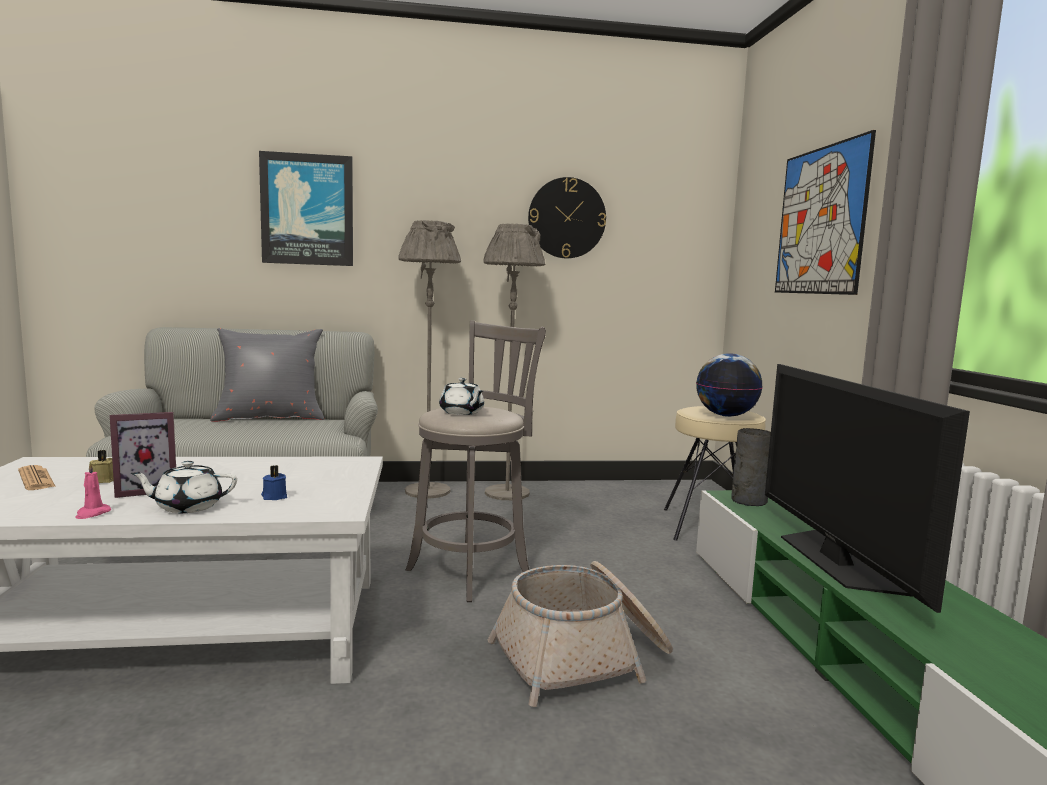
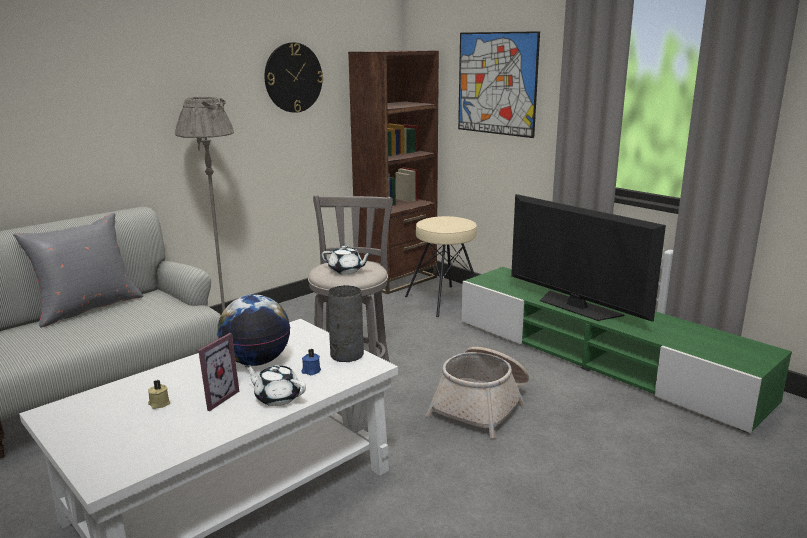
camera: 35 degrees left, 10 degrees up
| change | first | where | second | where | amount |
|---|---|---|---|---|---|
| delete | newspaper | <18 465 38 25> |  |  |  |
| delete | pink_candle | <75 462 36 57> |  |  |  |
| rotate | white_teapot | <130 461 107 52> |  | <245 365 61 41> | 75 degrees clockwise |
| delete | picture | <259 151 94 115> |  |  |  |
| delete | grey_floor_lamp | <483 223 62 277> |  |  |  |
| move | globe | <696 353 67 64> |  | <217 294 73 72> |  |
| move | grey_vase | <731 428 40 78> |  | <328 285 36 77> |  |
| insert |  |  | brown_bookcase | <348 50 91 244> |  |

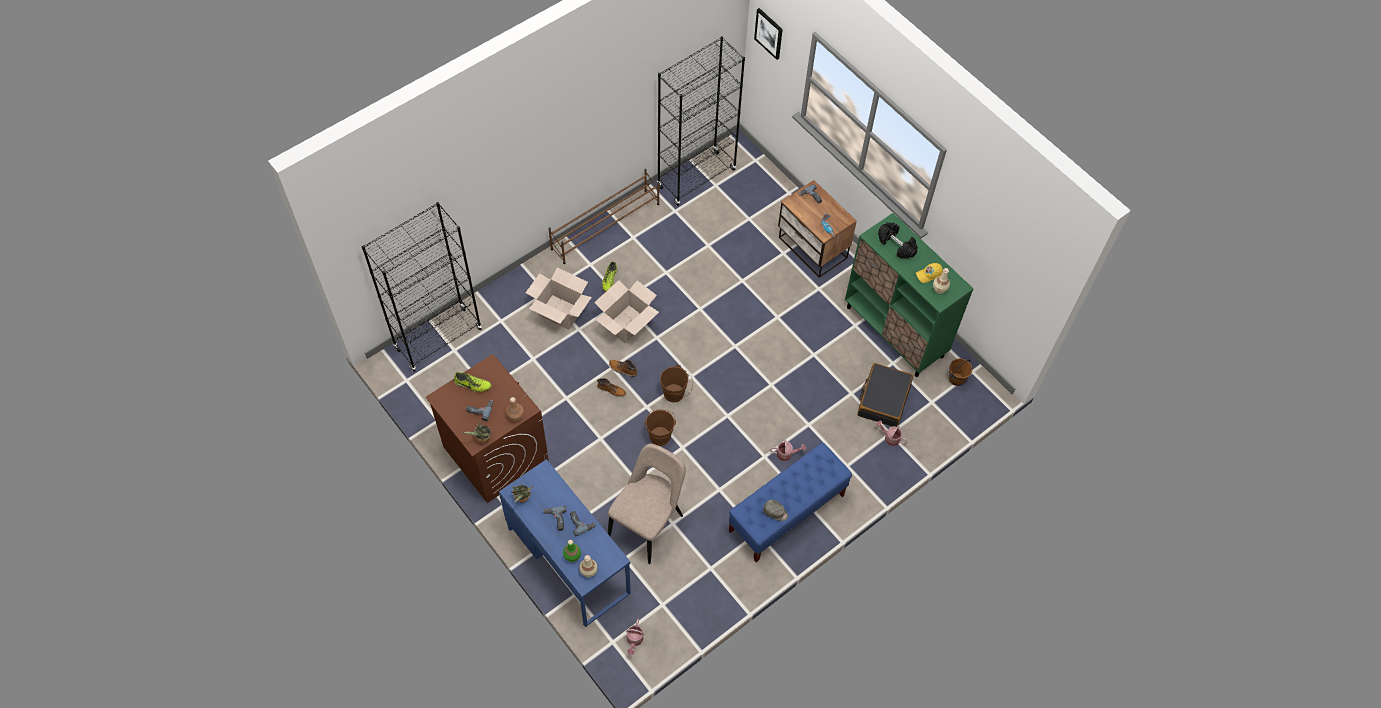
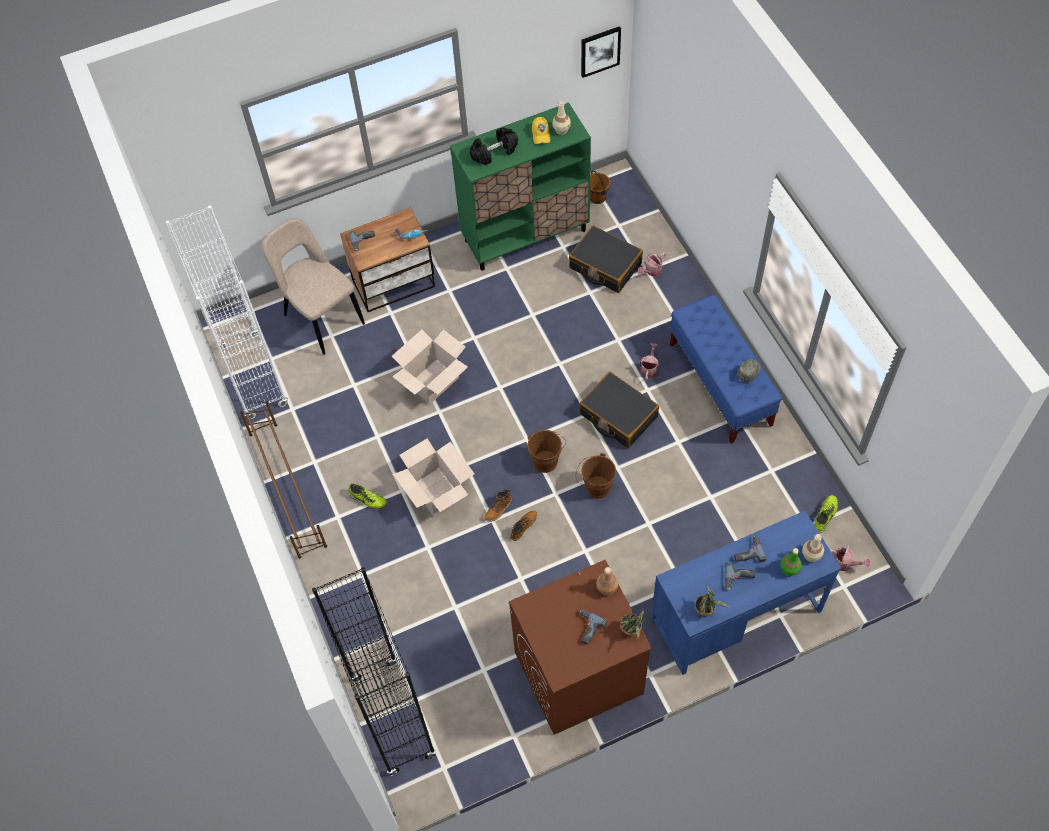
camera: 70 degrees left, 0 degrees up
| change | first | where | second | where | amount |
|---|---|---|---|---|---|
| move | shoe | <454 372 38 20> |  | <814 495 24 38> |  |
| move | cardboard_box | <526 267 66 63> |  | <392 329 76 75> |  |
| move | beige_chair | <608 444 78 120> |  | <261 218 104 137> |  |
| recolor | black_bookcase | <657 36 88 170> | white_bookcase | <166 205 122 214> |  |
| move | picture | <754 8 29 52> |  | <581 26 40 52> |  |
| insert |  |  | black_suitcase | <579 372 80 76> |  |

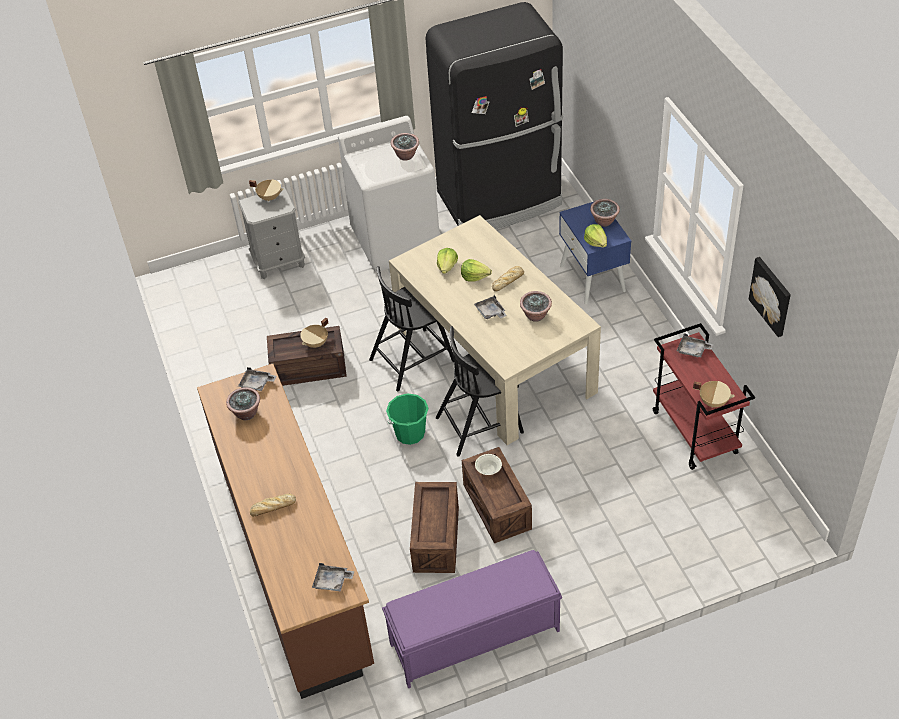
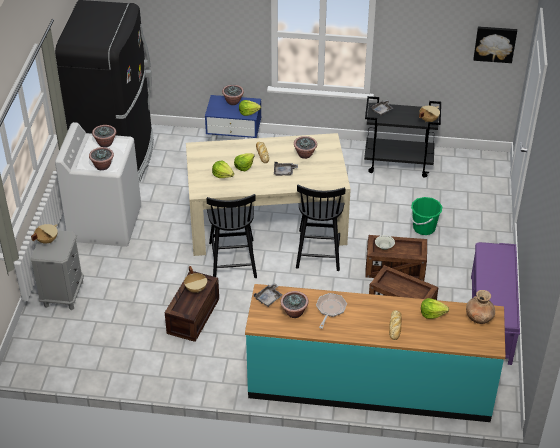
camera: 65 degrees left, 5 degrees down
| change | first | where | second | where | amount |
|---|---|---|---|---|---|
| recolor | brown_counter | <197 364 177 335> | turquoise_counter | <245 284 261 138> |  |
| replace | grey_tray | <312 563 42 29> | brown_vase | <466 290 29 34> |  |
| move | green_bucket | <386 393 43 52> |  | <410 197 32 38> |  |
| recolor | red_cart | <653 323 102 147> | black_cart | <364 96 77 82> |  |
| move | picture | <748 257 43 80> |  | <473 27 44 36> |  |
| insert |  |  | potted_plant | <89 147 25 23> |  |
| insert |  |  | frying_pan | <316 293 31 36> |  |
| insert |  |  | lettuce | <421 298 28 21> |  |

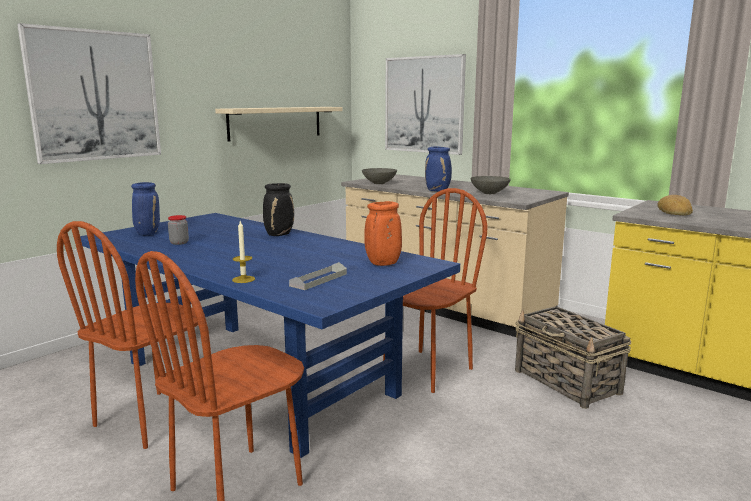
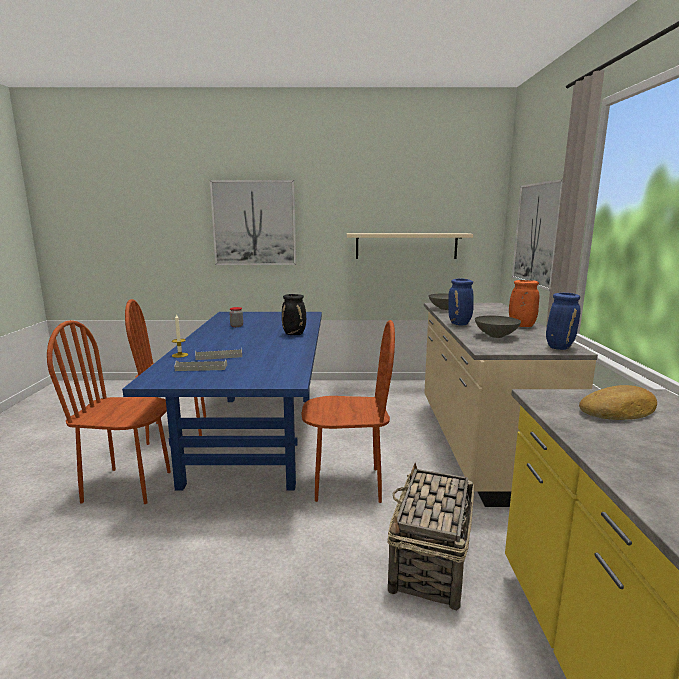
camera: 50 degrees right, 0 degrees up
| change | first | where | second | where | amount |
|---|---|---|---|---|---|
| move | blue_vase | <131 182 29 53> |  | <546 293 35 57> |  |
| move | orange_vase | <364 201 38 65> |  | <509 280 30 47> |  |
| insert |  |  | grey_tray | <195 348 47 12> |  |

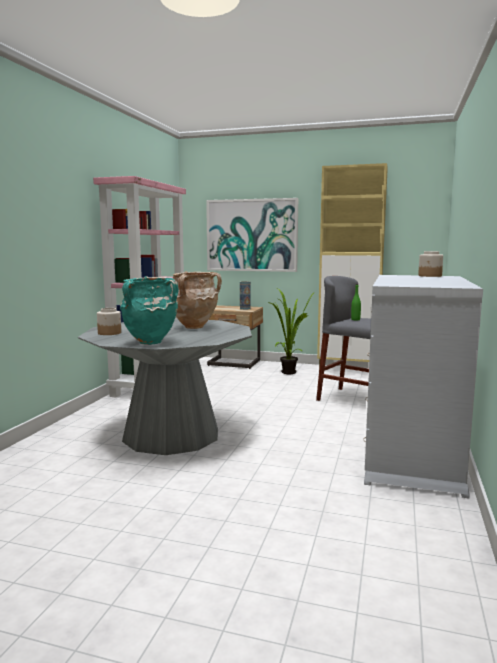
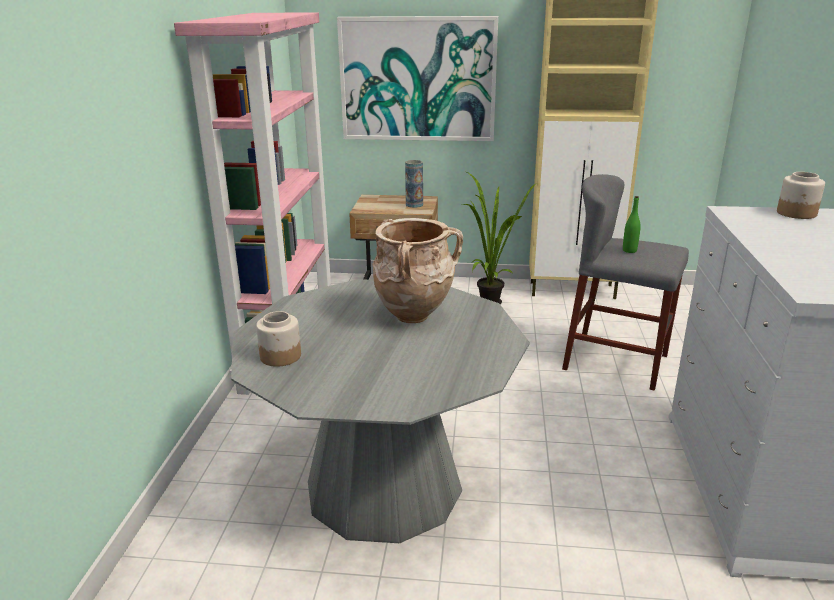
camera: 10 degrees left, 15 degrees up
| change | first | where | second | where | amount |
|---|---|---|---|---|---|
| delete | turquoise_vase | <120 276 59 69> |  |  |  |

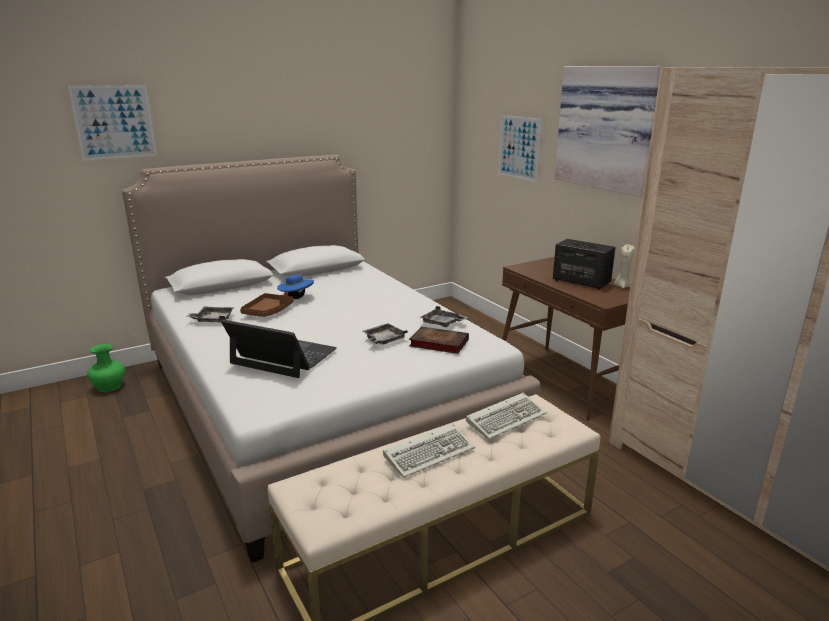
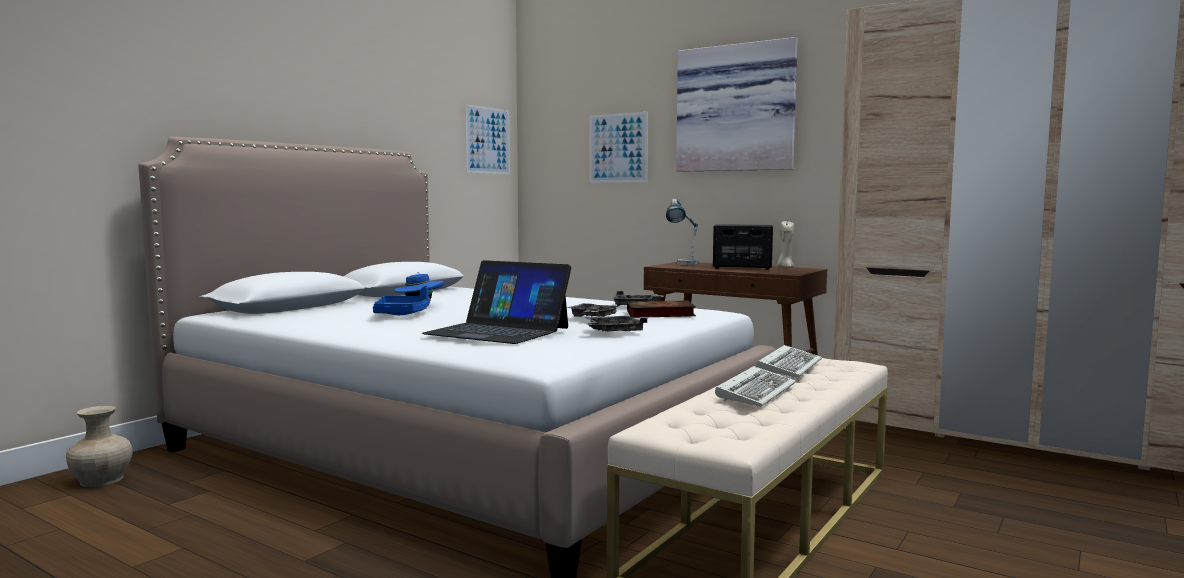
camera: 25 degrees left, 15 degrees down
| change | first | where | second | where | amount |
|---|---|---|---|---|---|
| move | picture | <68 85 89 76> |  | <465 104 45 70> |  |
| recolor | green_vase | <87 344 38 48> | beige_vase | <66 406 67 81> |  |
| move | grey_tray | <186 307 47 15> |  | <583 316 64 16> |  |
| rotate | laptop | <221 320 116 58> |  | <422 260 149 84> | 150 degrees counterclockwise |
| recolor | brown_tray | <240 292 54 25> | blue_tray | <373 286 57 29> |  |
| insert |  |  | table_lamp | <666 199 33 66> |  |

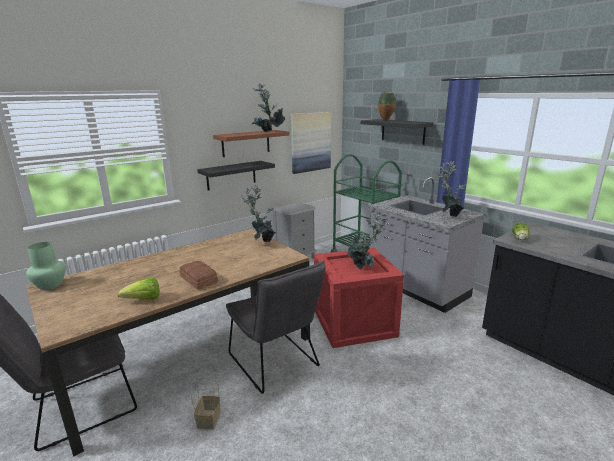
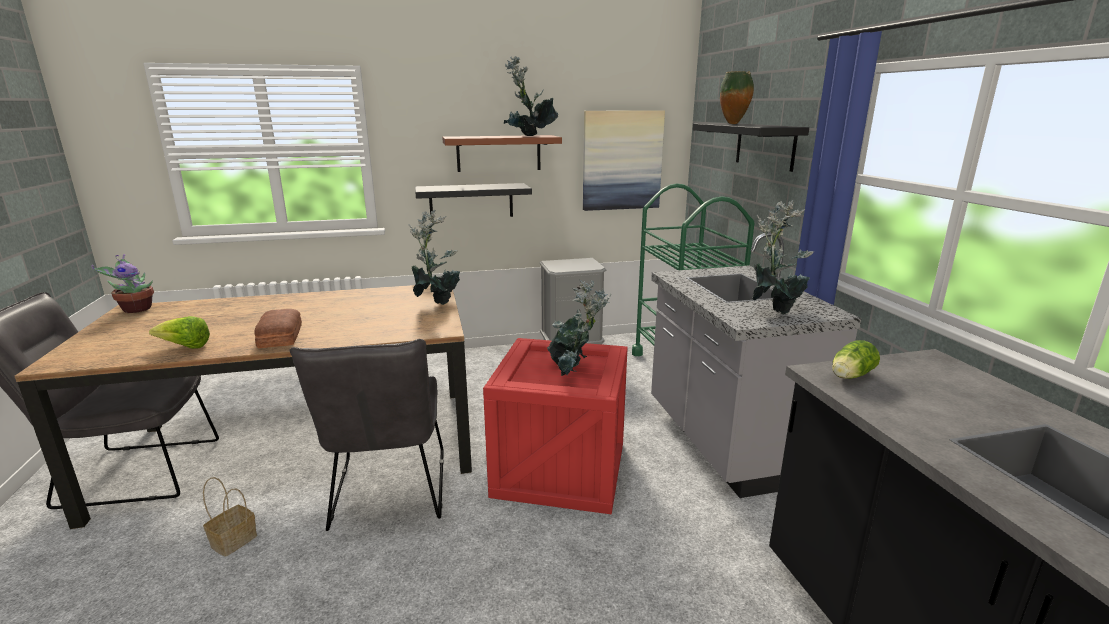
camera: 25 degrees right, 0 degrees up
| change | first | where | second | where | amount |
|---|---|---|---|---|---|
| replace | green_vase | <26 242 40 48> | potted_plant | <91 254 63 59> |  |

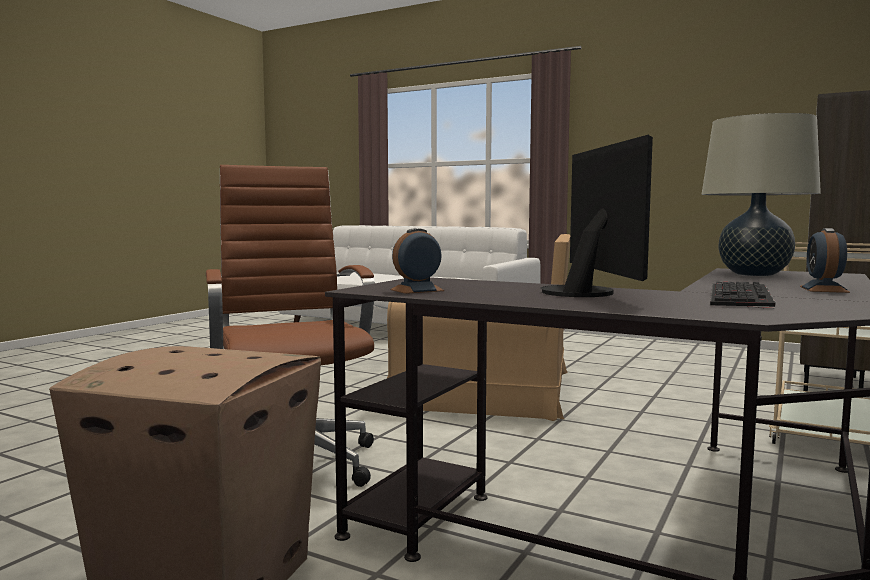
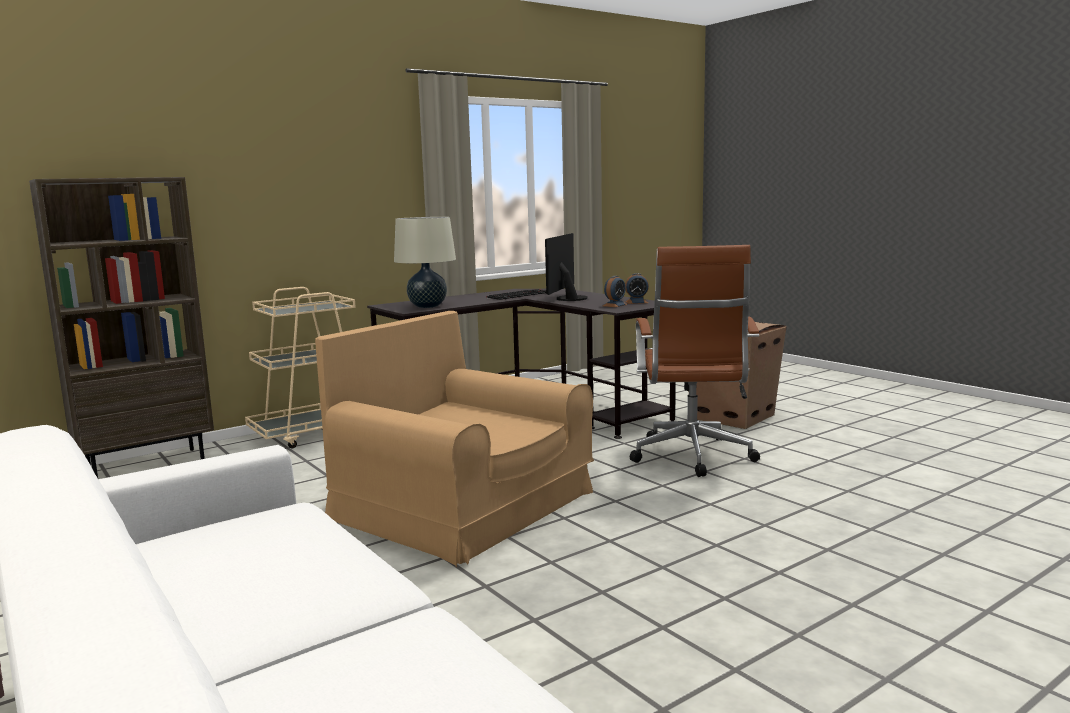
camera: 155 degrees left, 5 degrees up
| change | first | where | second | where | amount |
|---|---|---|---|---|---|
| move | alarm_clock | <800 228 50 65> |  | <603 276 25 31> |  |

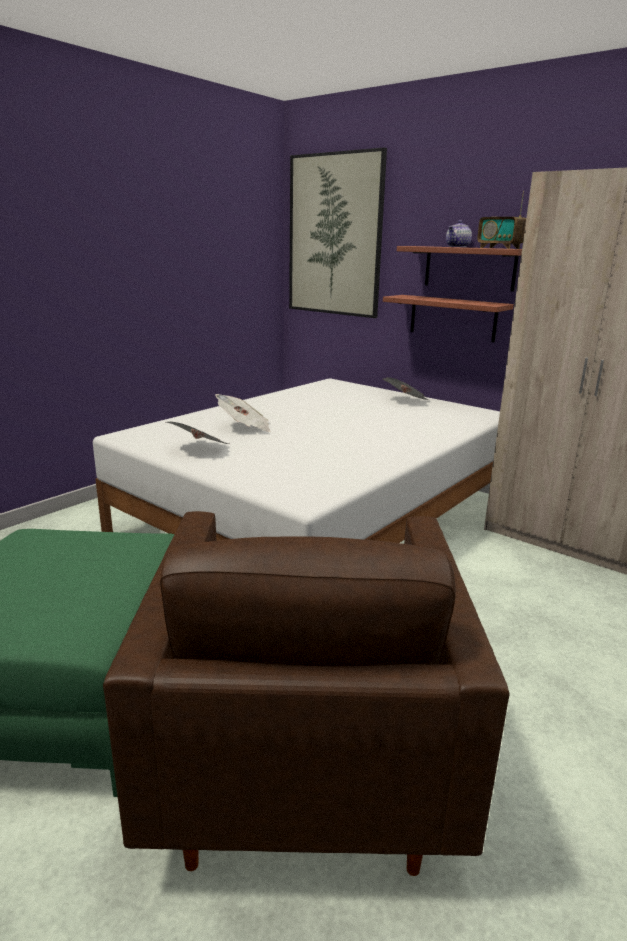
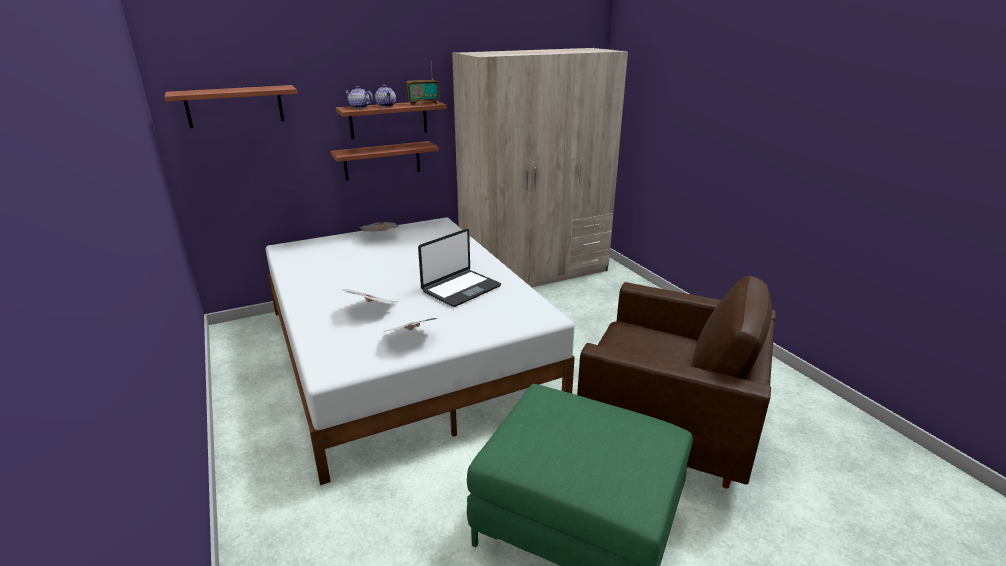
camera: 65 degrees left, 5 degrees up
| change | first | where | second | where | amount |
|---|---|---|---|---|---|
| replace | picture | <289 148 98 170> | shelf | <164 85 133 43> |  |
| insert |  |  | teapot | <345 86 28 23> |  |
| insert |  |  | laptop | <418 229 83 78> |  |

